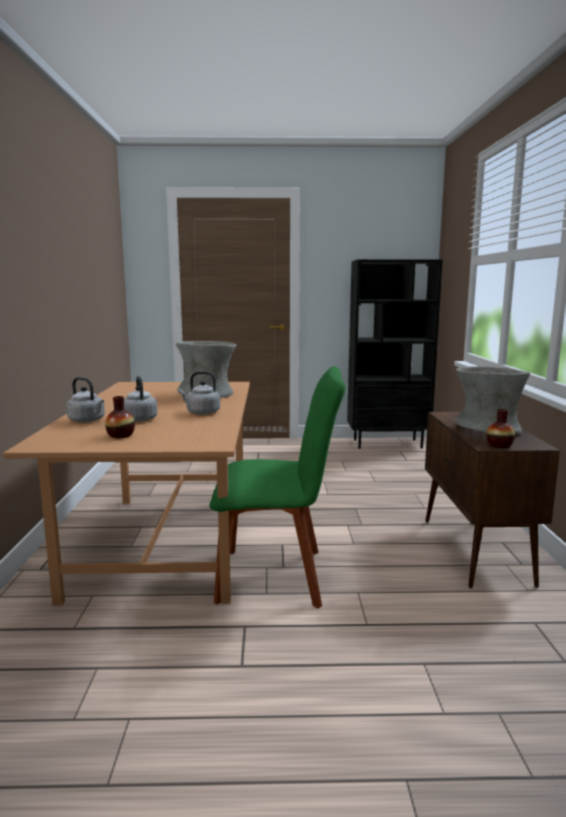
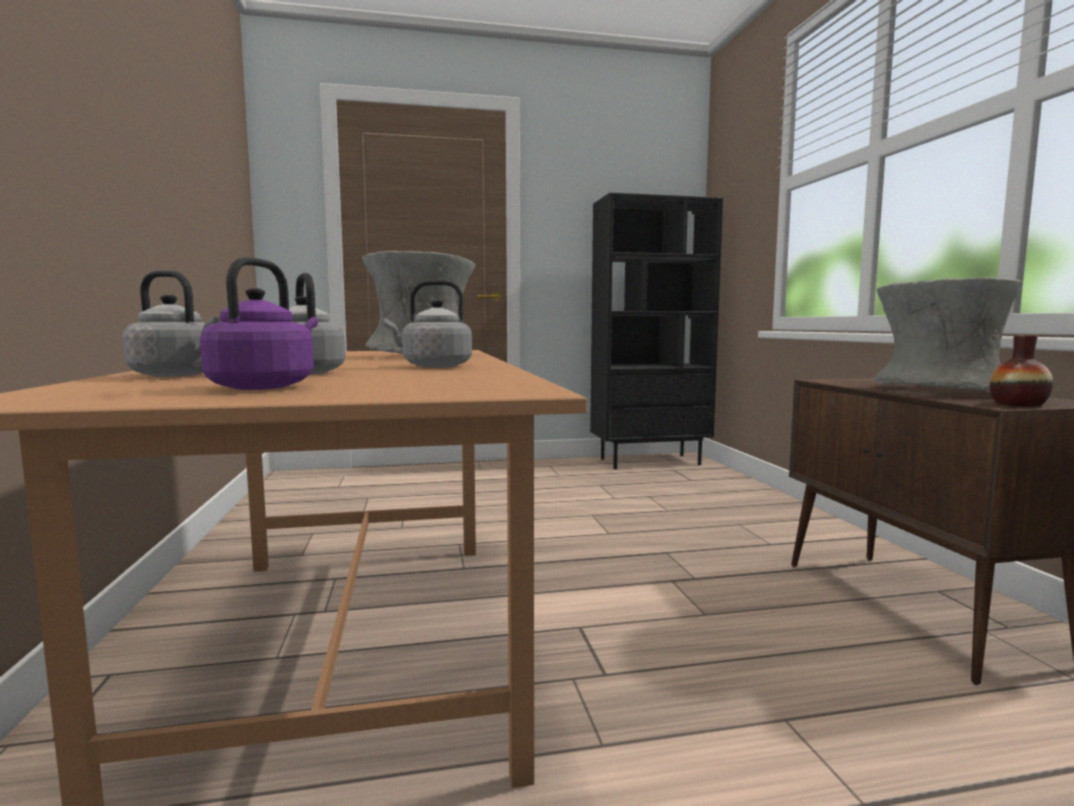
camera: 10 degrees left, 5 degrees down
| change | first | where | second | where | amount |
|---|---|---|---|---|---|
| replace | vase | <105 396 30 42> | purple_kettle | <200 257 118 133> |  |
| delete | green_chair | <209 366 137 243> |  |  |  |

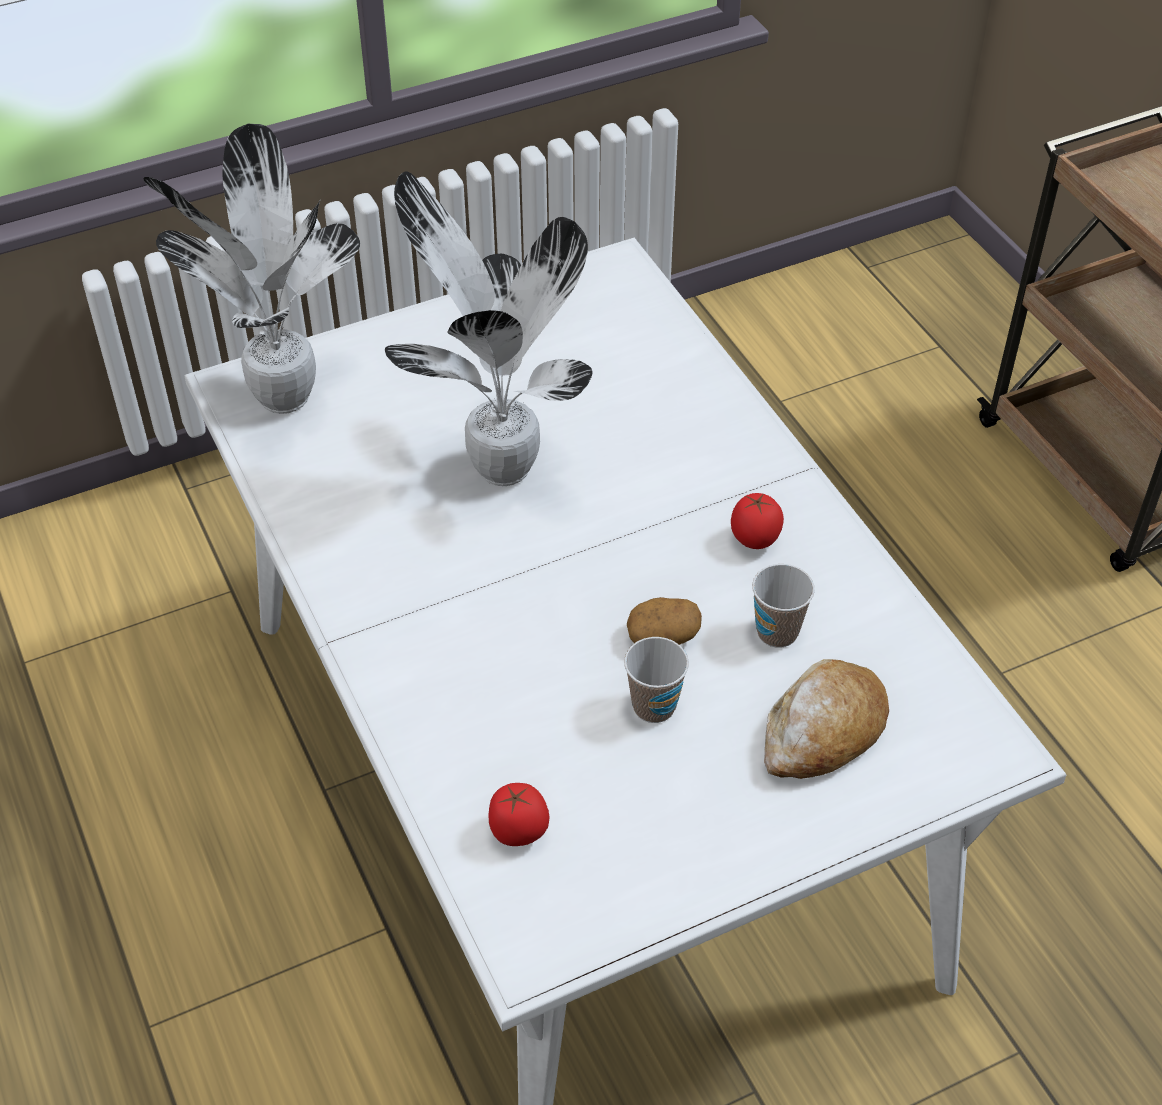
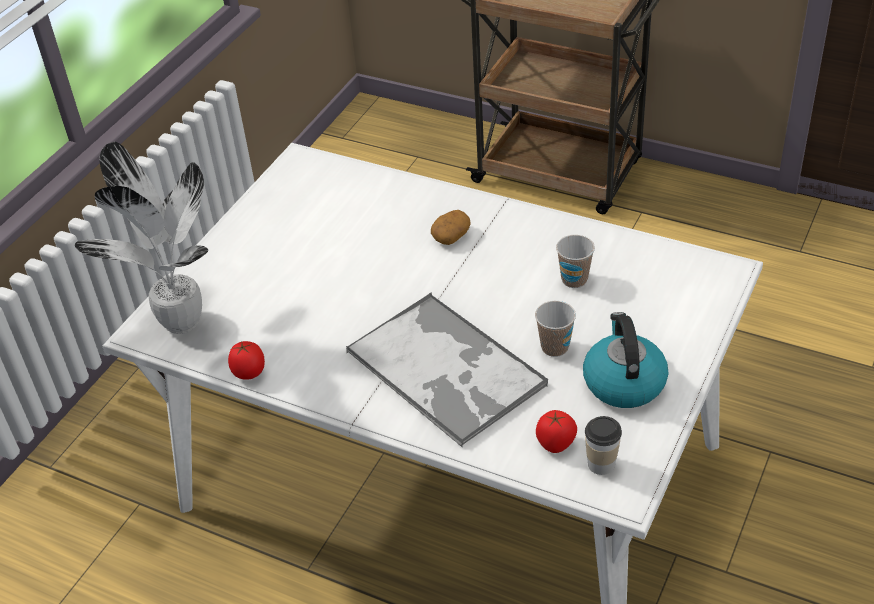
camera: 35 degrees left, 5 degrees down
| change | first | where | second | where | amount |
|---|---|---|---|---|---|
| delete | potted_plant | <385 171 208 315> |  |  |  |
| move | potato | <627 597 75 48> |  | <431 210 40 35> |  |
| move | tomato | <731 493 53 56> |  | <228 341 37 39> |  |
| delete | bread | <764 659 125 120> |  |  |  |
| insert |  |  | tray | <346 292 202 155> |  |
| insert |  |  | kettle | <583 312 85 96> |  |
| insert |  |  | cup | <585 416 37 59> |  |

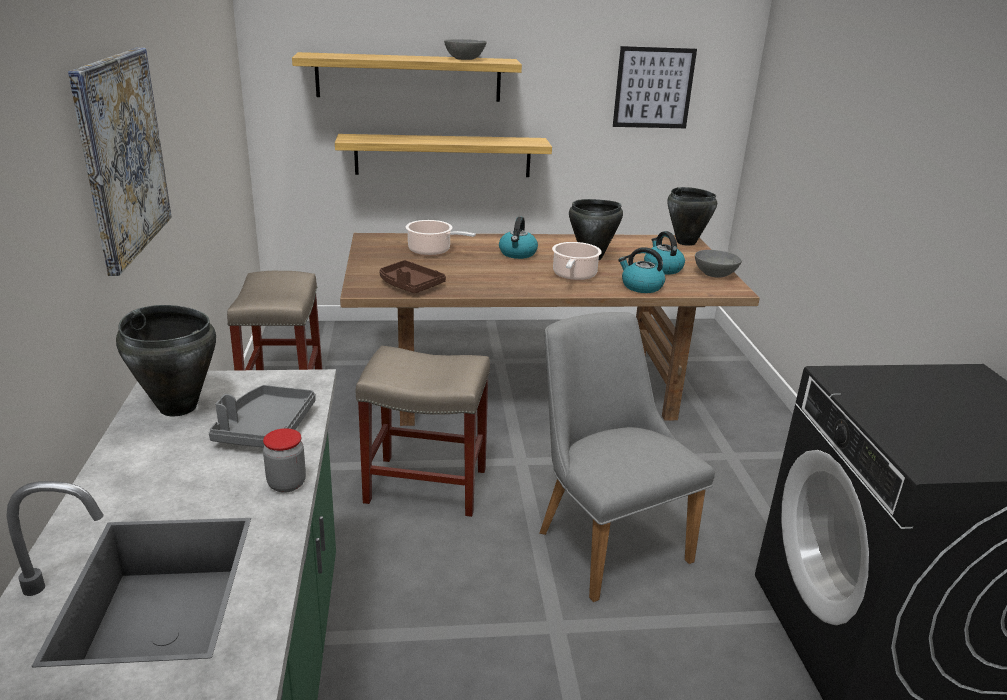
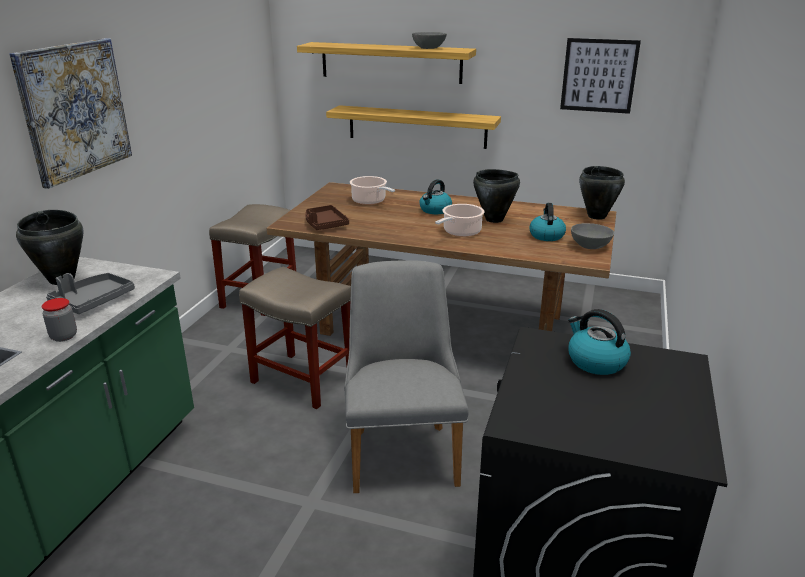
camera: 25 degrees right, 0 degrees up
| change | first | where | second | where | amount |
|---|---|---|---|---|---|
| move | kettle | <618 247 47 46> |  | <568 309 63 66> |  |

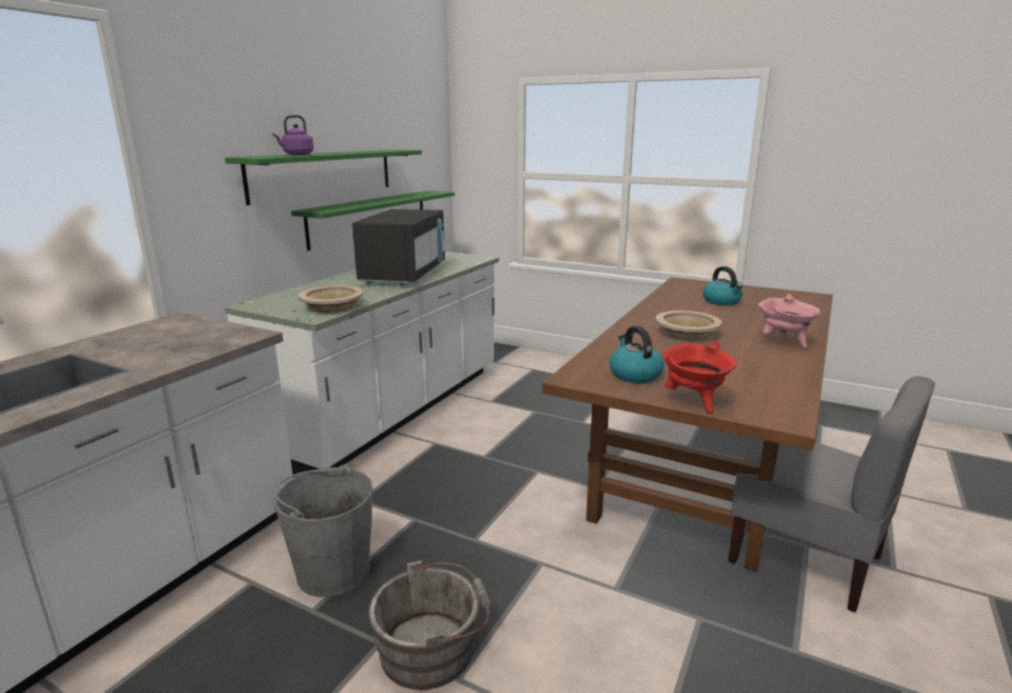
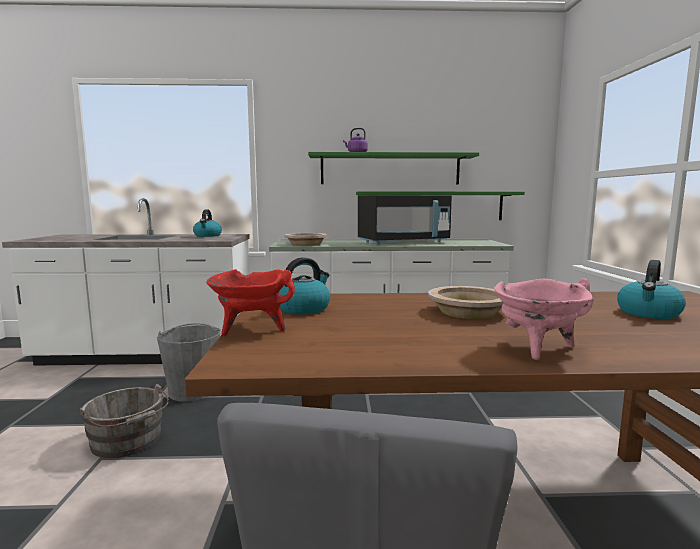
camera: 60 degrees right, 10 degrees down
| change | first | where | second | where | amount |
|---|---|---|---|---|---|
| insert |  |  | kettle | <193 209 29 28> |  |

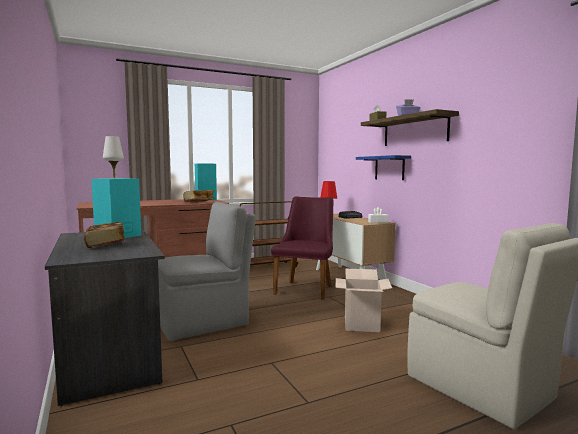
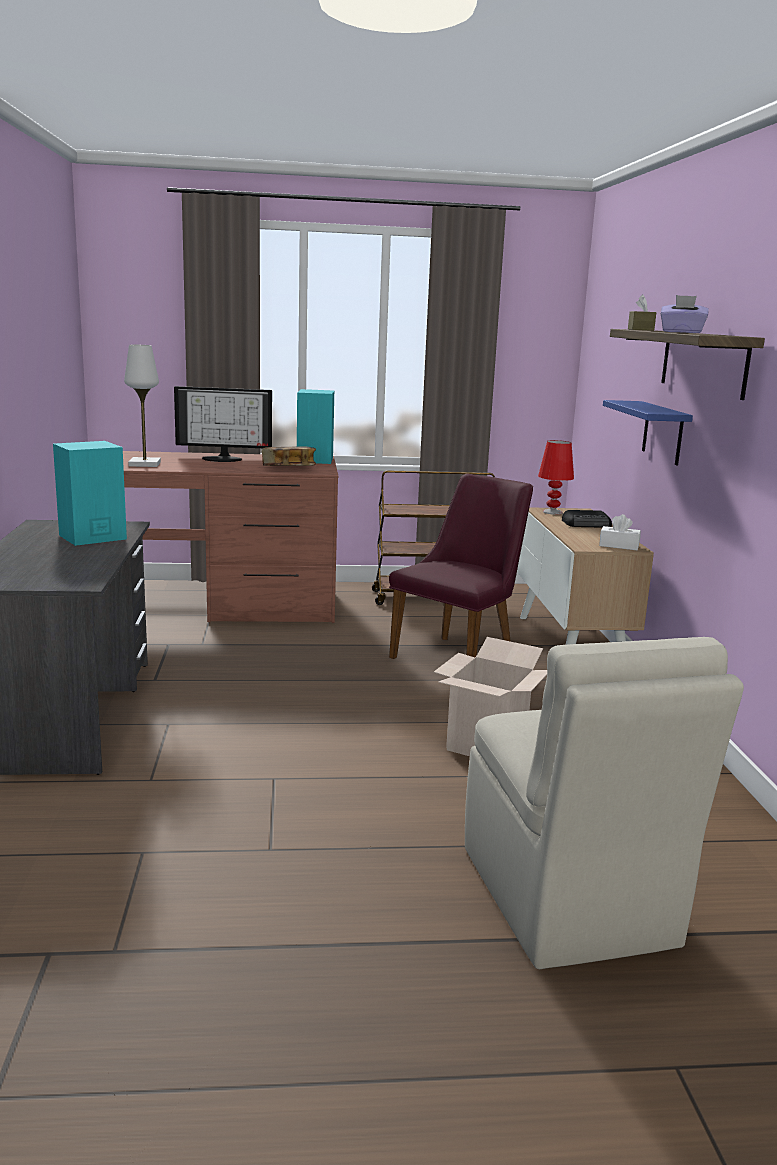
camera: 20 degrees right, 10 degrees up
| change | first | where | second | where | amount |
|---|---|---|---|---|---|
| delete | book | <84 222 41 26> |  |  |  |
| delete | grey_chair | <158 202 98 139> |  |  |  |
| insert |  |  | monitor | <174 386 98 76> |  |

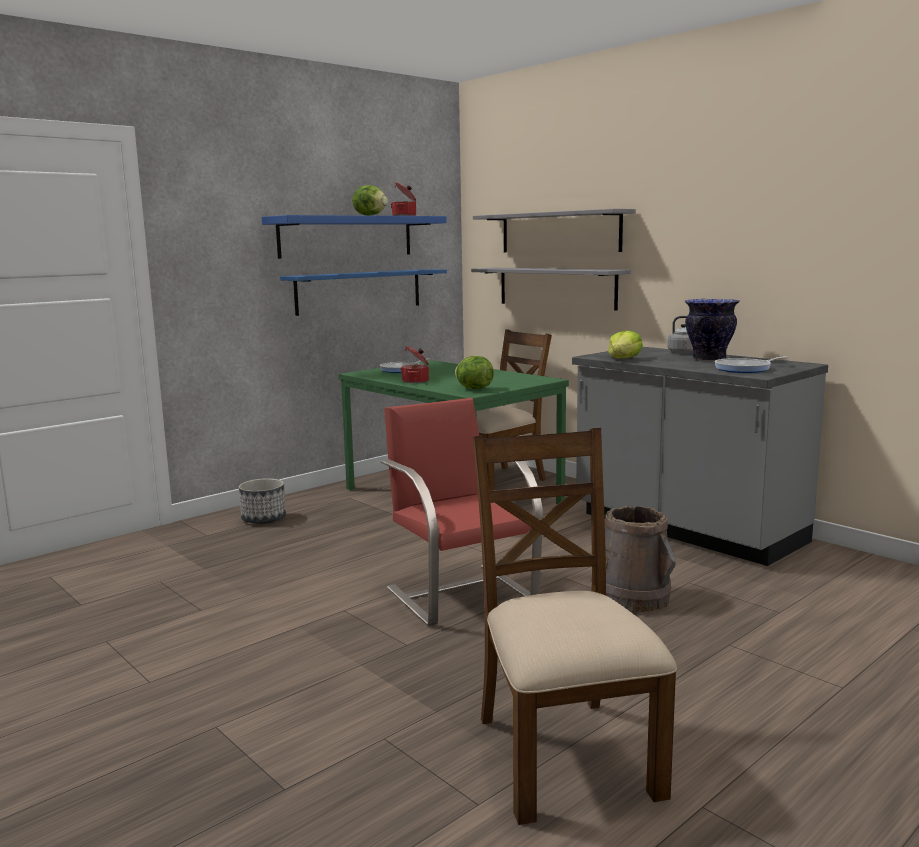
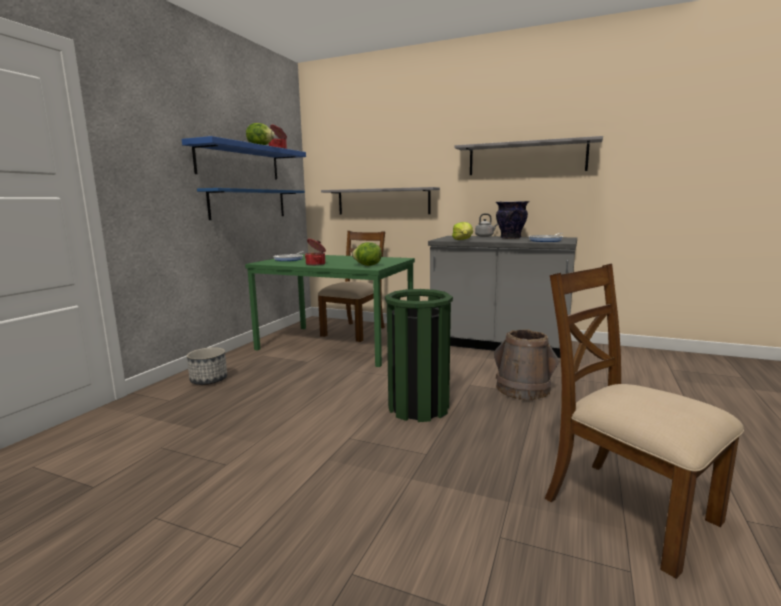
camera: 25 degrees left, 0 degrees up
| change | first | where | second | where | amount |
|---|---|---|---|---|---|
| replace | red_chair | <381 398 162 228> | green_trash_can | <385 289 68 133> |  |
| move | grey_shelf | <473 209 163 43> |  | <455 136 148 39> |  |

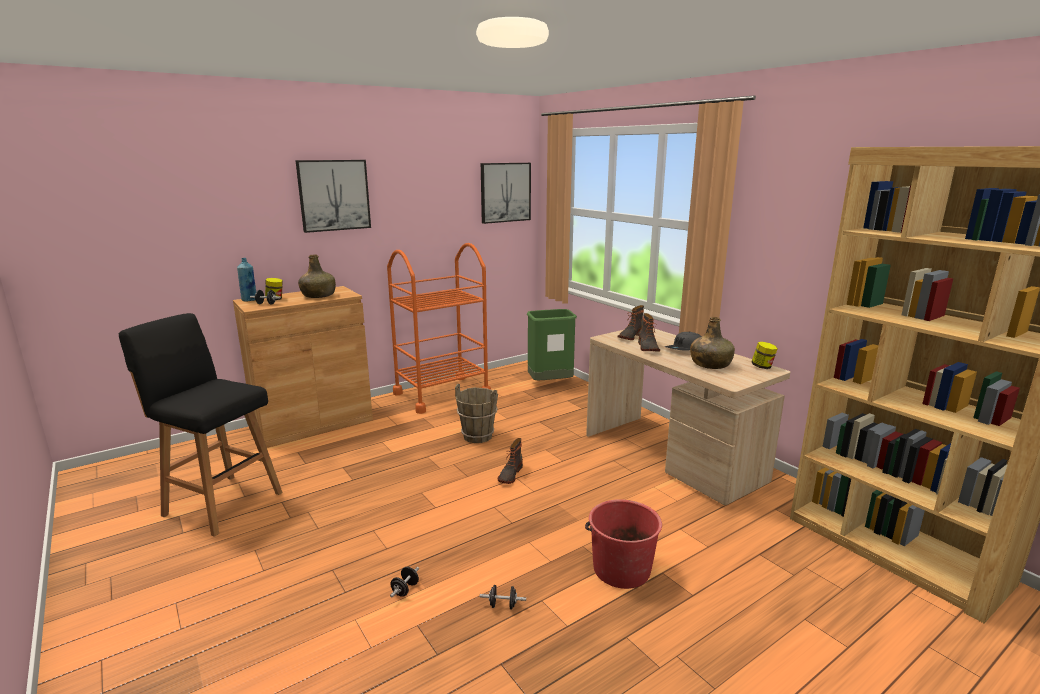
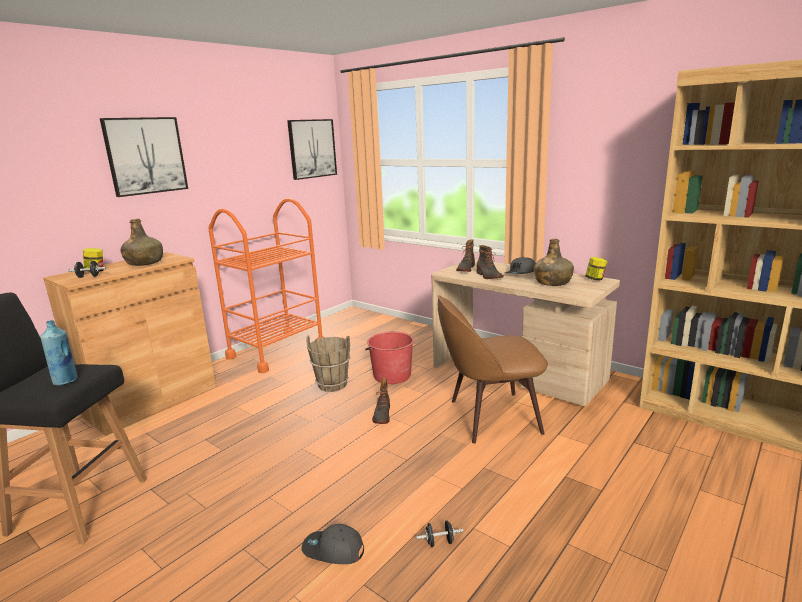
camera: 15 degrees left, 0 degrees up
| change | first | where | second | where | amount |
|---|---|---|---|---|---|
| move | blue_bottle | <237 258 19 44> |  | <40 320 37 66> |  |
| replace | black_dumbbell | <390 567 29 31> | grey_cap | <301 524 63 40> |  |
| delete | green_trash_can | <527 309 50 71> |  |  |  |
| move | red_bucket | <585 499 77 90> |  | <365 331 49 53> |  |
| insert |  |  | brown_chair | <437 296 111 148> |  |

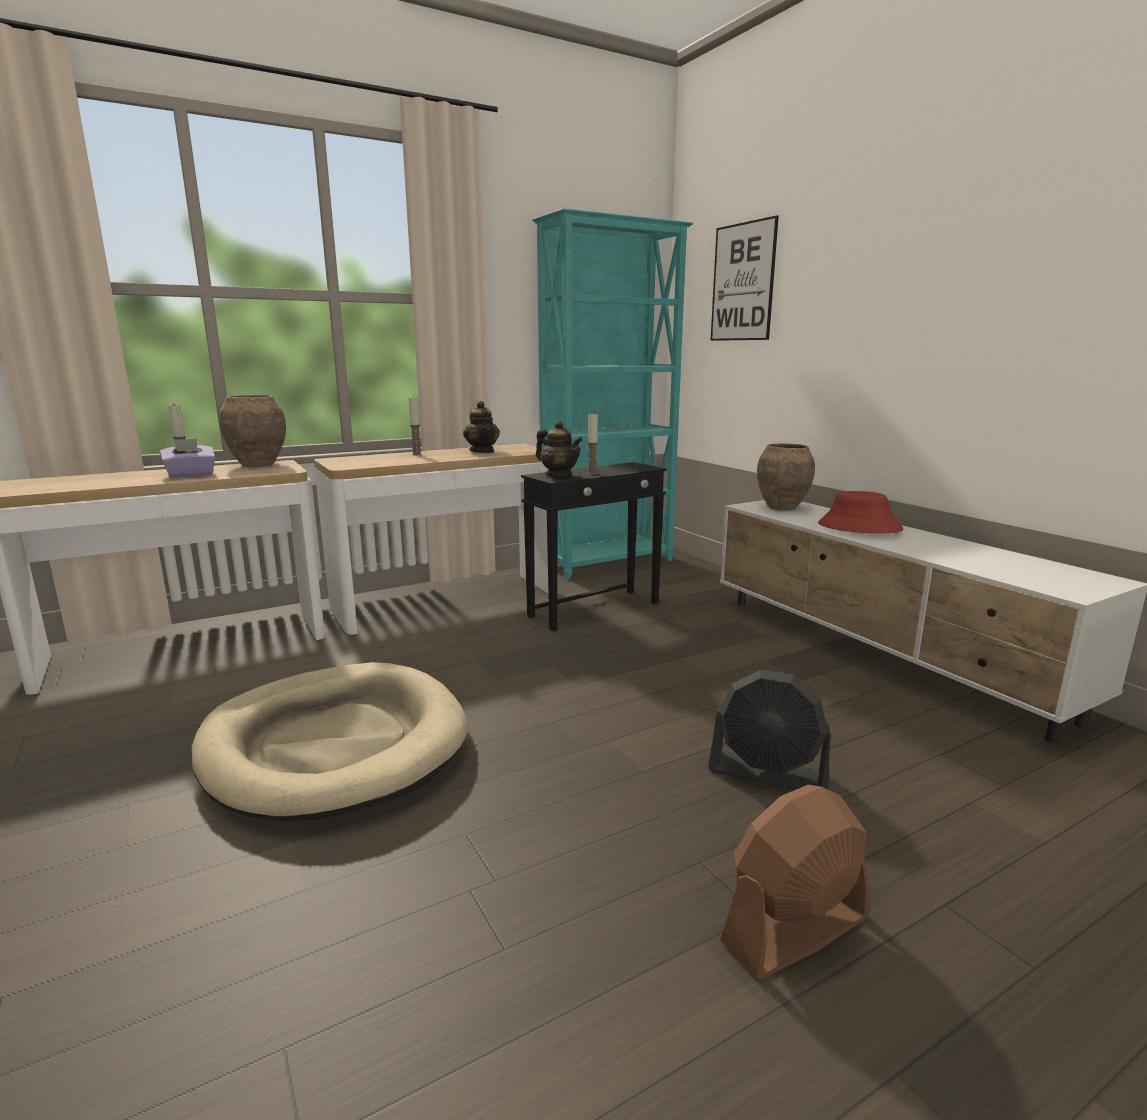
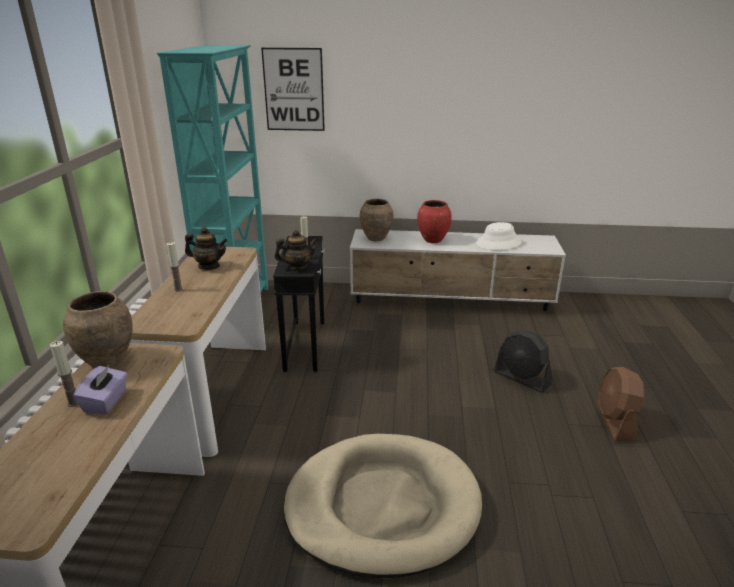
camera: 55 degrees left, 10 degrees up
| change | first | where | second | where | amount |
|---|---|---|---|---|---|
| rotate | black_fan | <708 670 123 120> |  | <494 330 58 63> | 75 degrees clockwise |
| replace | red_hat | <818 491 85 43> | red_vase | <417 200 35 43> |  |
| insert |  |  | white_hat | <476 222 46 28> |  |

